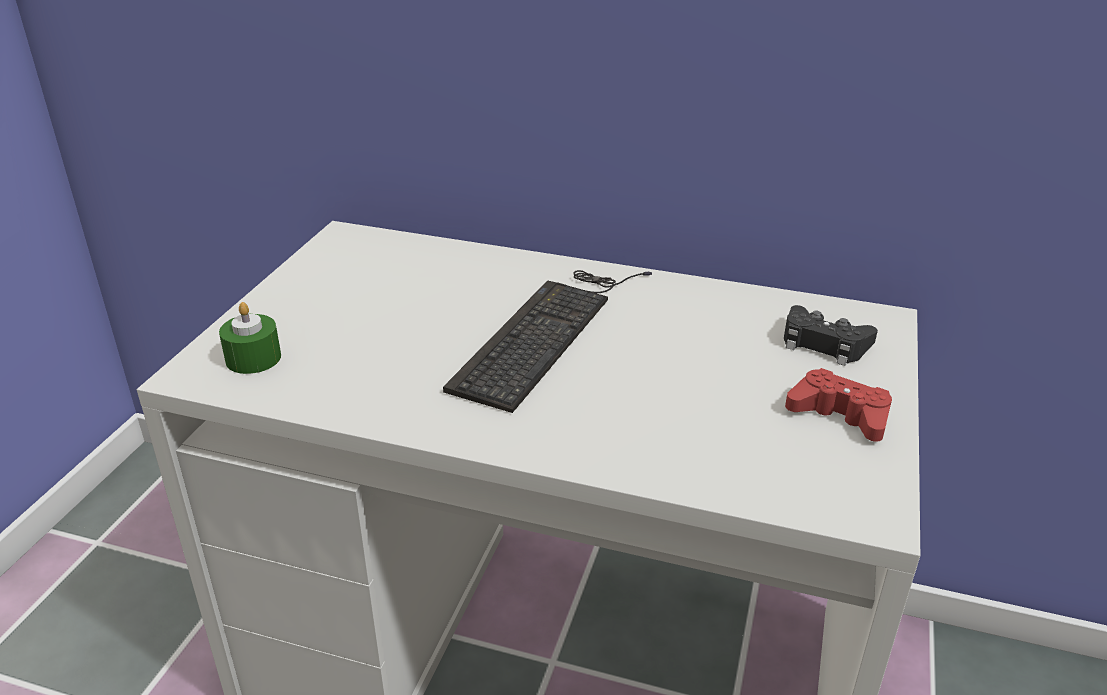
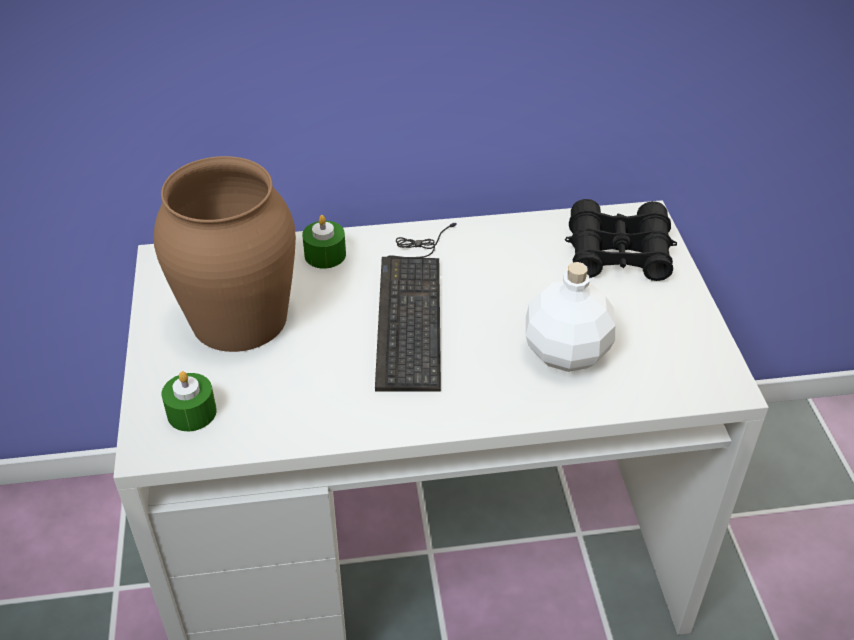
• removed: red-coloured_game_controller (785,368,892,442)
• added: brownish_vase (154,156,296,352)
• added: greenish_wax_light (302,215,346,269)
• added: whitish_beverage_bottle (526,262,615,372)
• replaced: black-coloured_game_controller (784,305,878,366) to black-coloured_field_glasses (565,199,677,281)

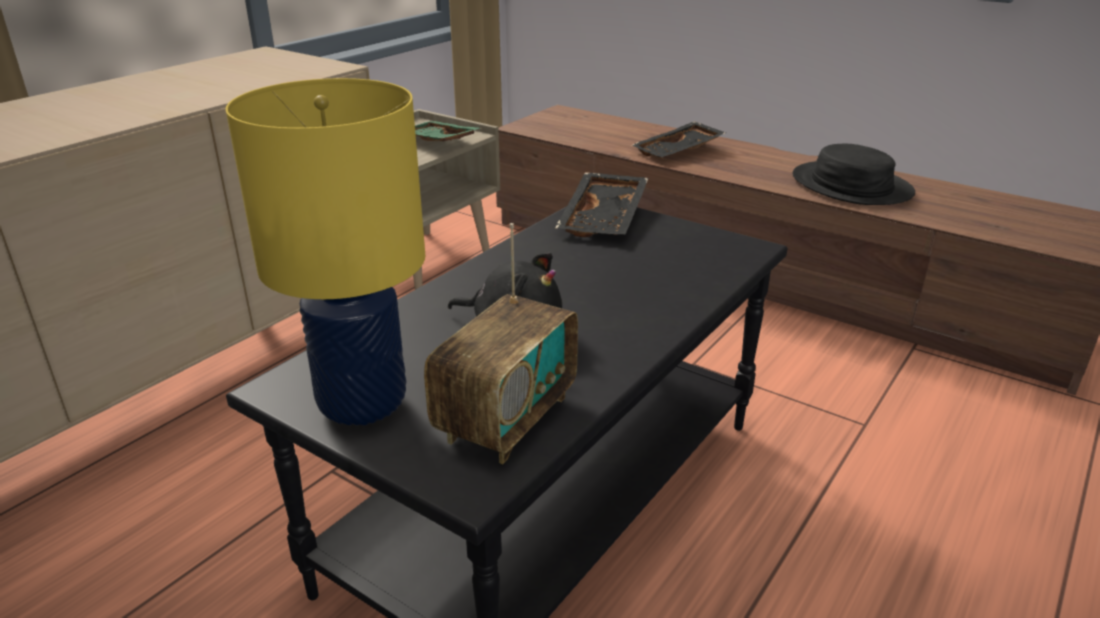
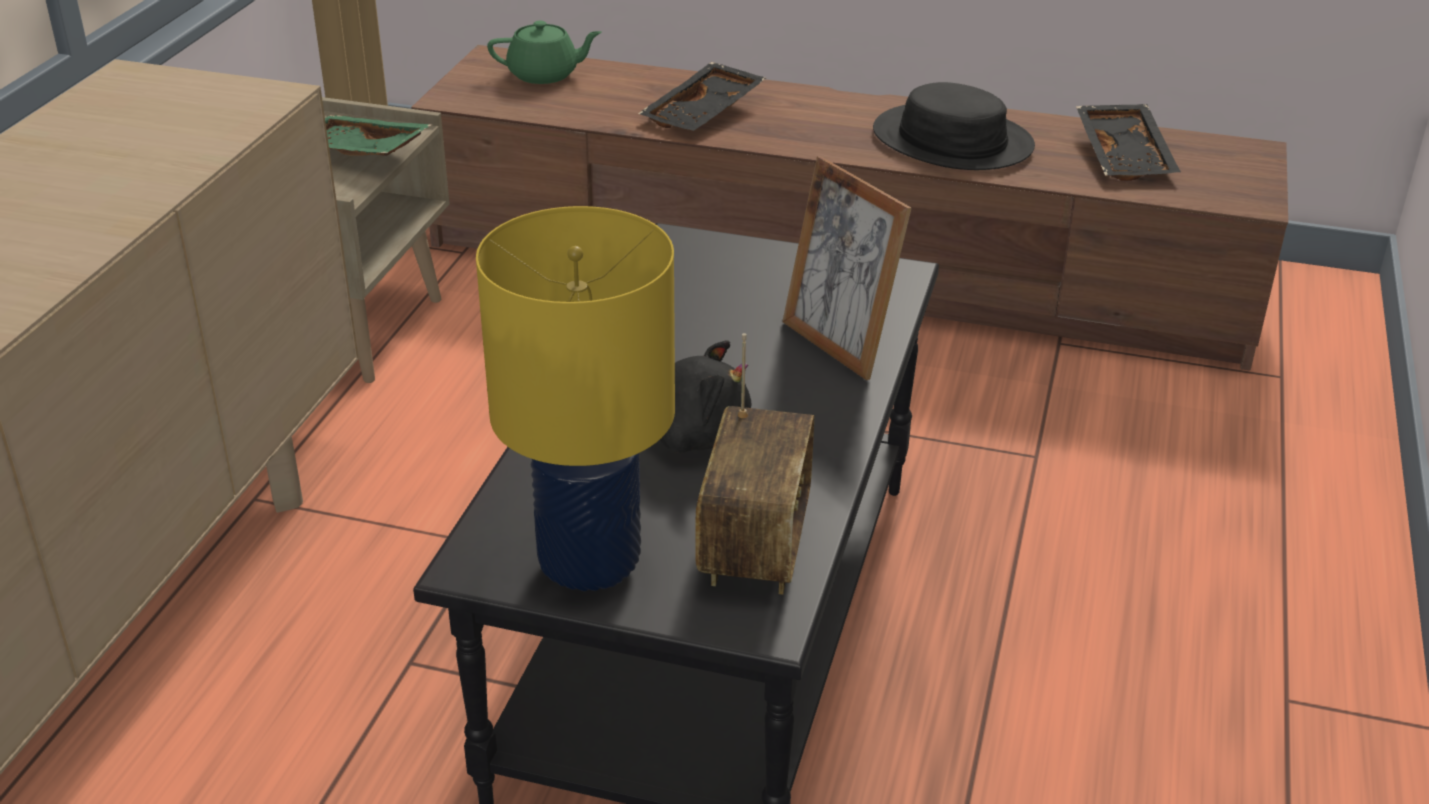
• added: greenish_tea_pot (487,21,601,84)
• added: photo_frame (782,156,912,380)
• moved: black-coloured_tray (555,172,648,237) to (1076,104,1181,181)

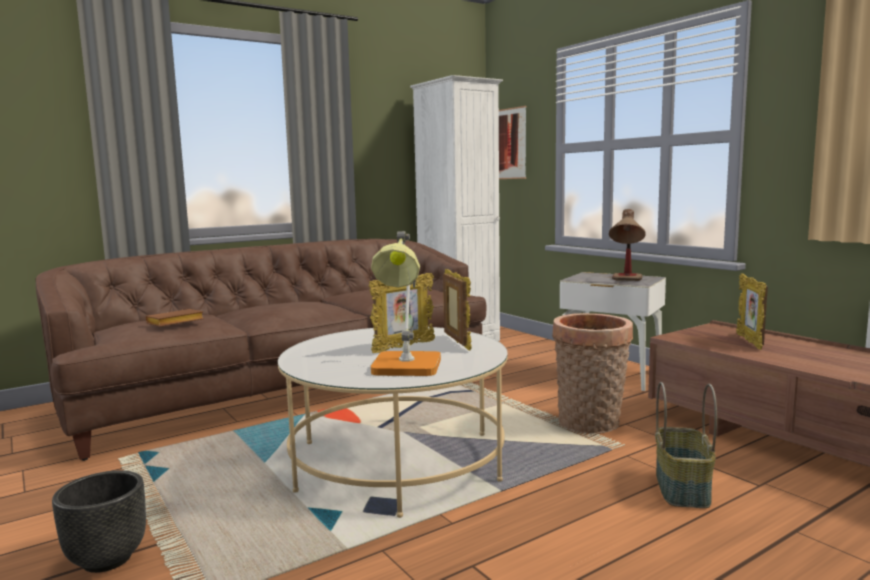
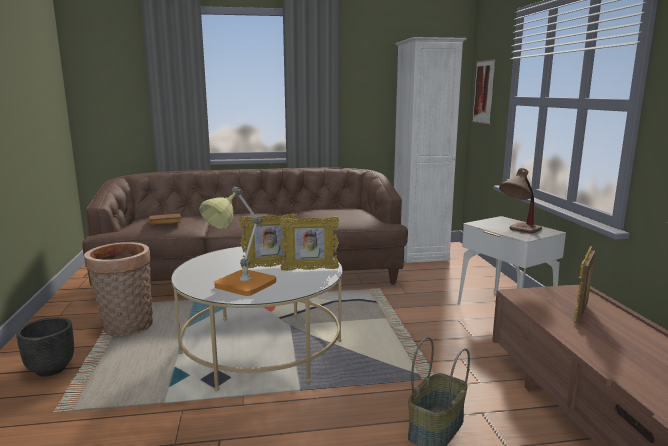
• moved: household_basket (552,313,633,434) to (84,242,153,336)
• turned: photo_frame (443,269,472,351) = (279,216,339,271) 75 degrees clockwise

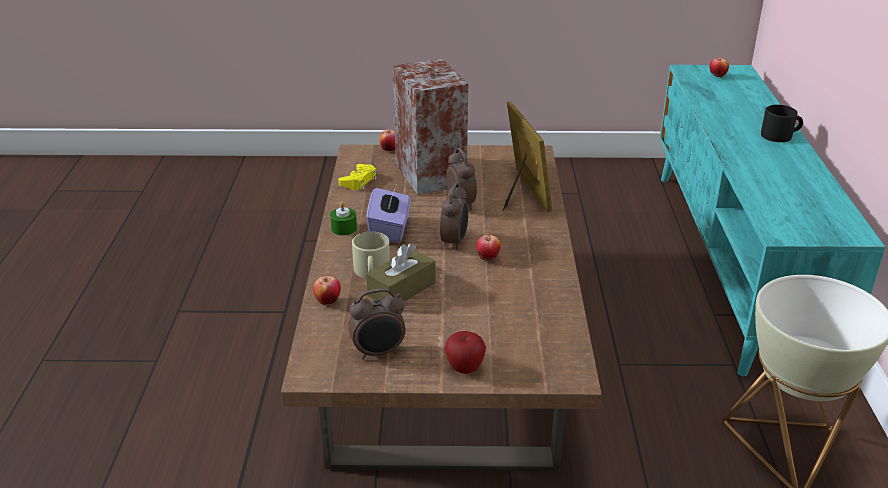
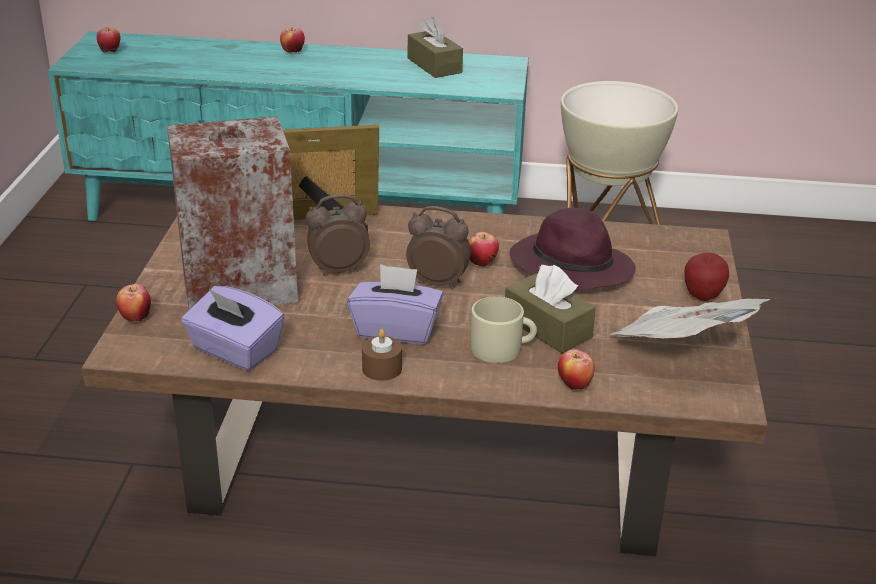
• added: brownish_tissue_holder (408,17,463,78)
• added: purple-coloured_wearable_hat (509,208,636,291)
• replaced: yellow-coloured_game_controller (338,164,377,190) to purple-coloured_tissue_holder (181,286,284,371)
• replaced: alarm_clock (348,288,406,360) to daily_paper (609,299,770,338)
• replaced: black-coloured_coffee_mug (761,105,803,142) to apple (280,28,305,53)
• recoloured: greenish_wax_light (330,202,357,236) to brownish_wax_light (362,329,402,381)

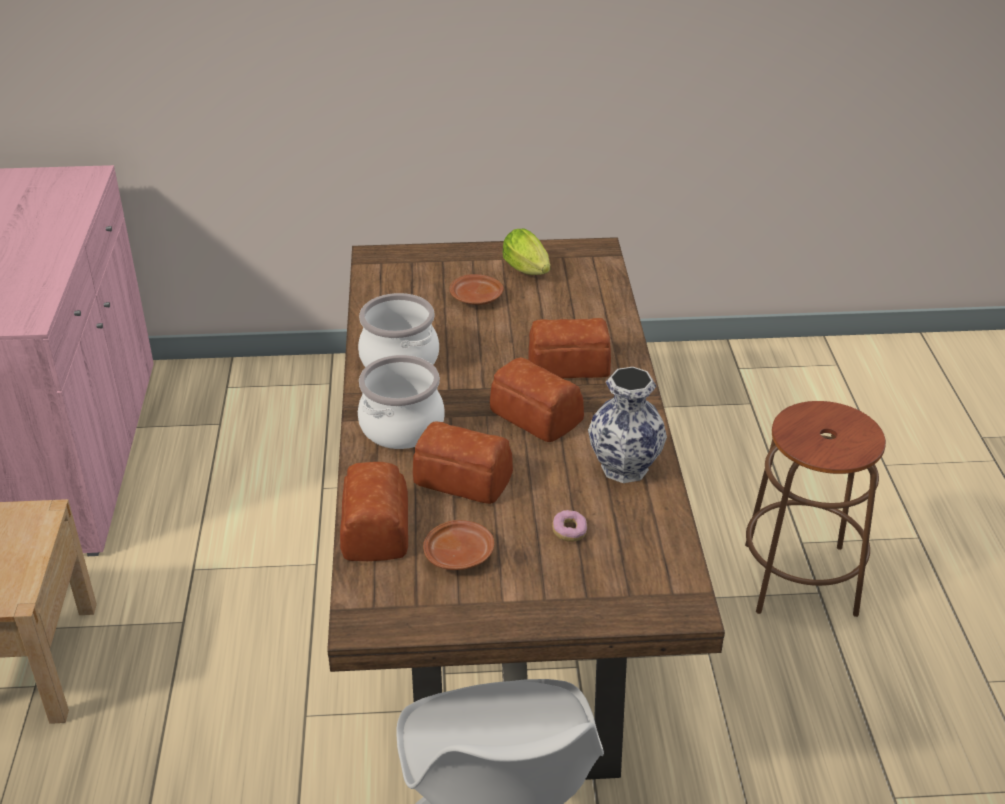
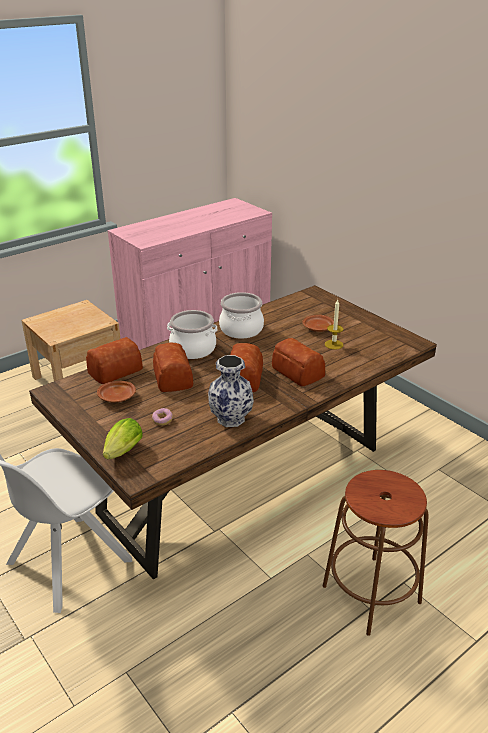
• added: wax_light (325,300,344,350)
• moved: lettuce_head (502,228,550,275) to (103,418,143,459)

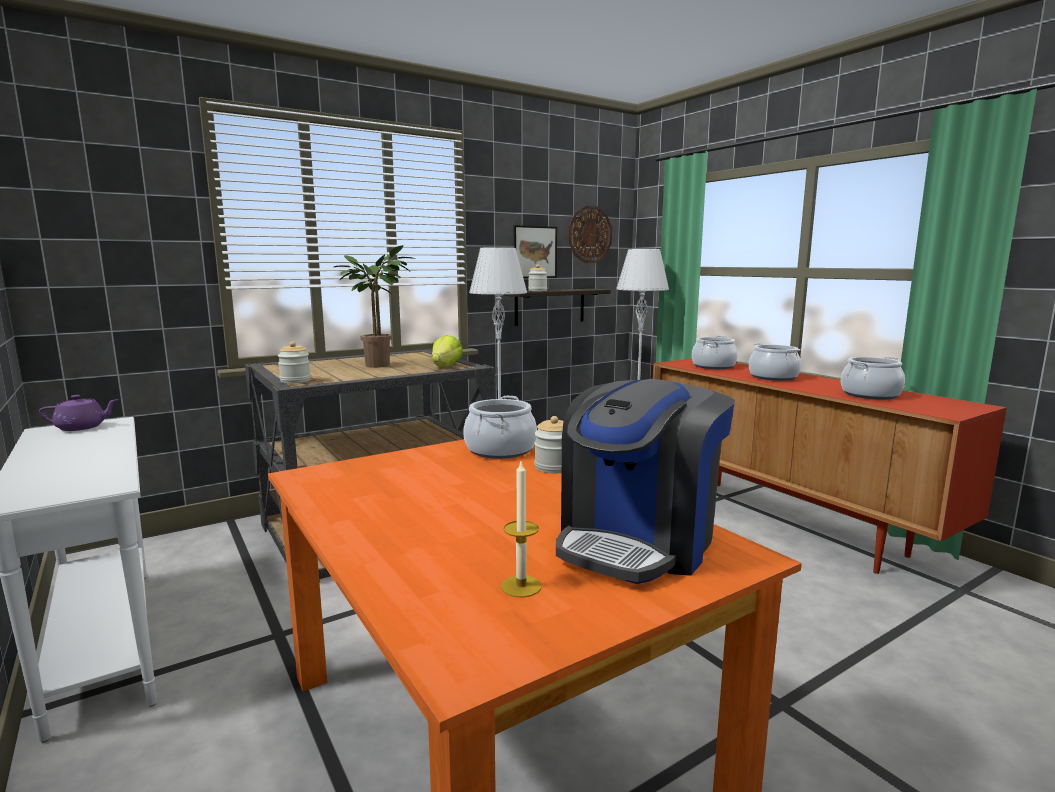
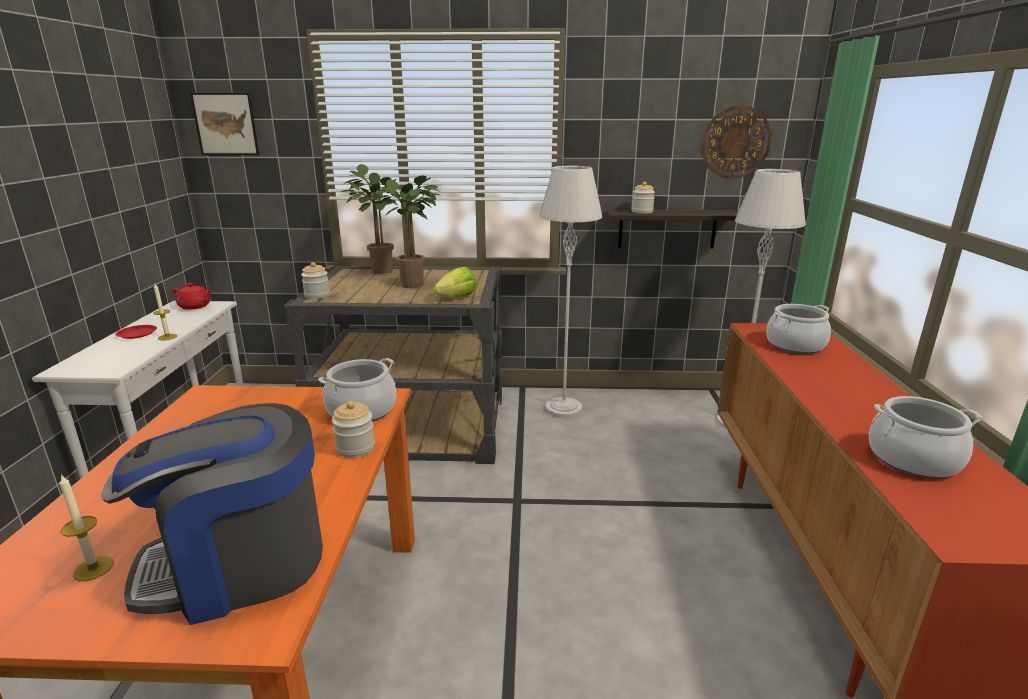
• removed: stockpot (749,343,801,381)
• added: red-coloured_plate (115,325,157,339)
• added: wax_light (153,284,178,340)
• added: houseplant (341,164,401,274)
• moved: picture (514,225,557,278) to (190,93,259,155)
• recoloured: purple-coloured_tea_pot (39,395,119,431) to red-coloured_tea_pot (172,283,213,310)

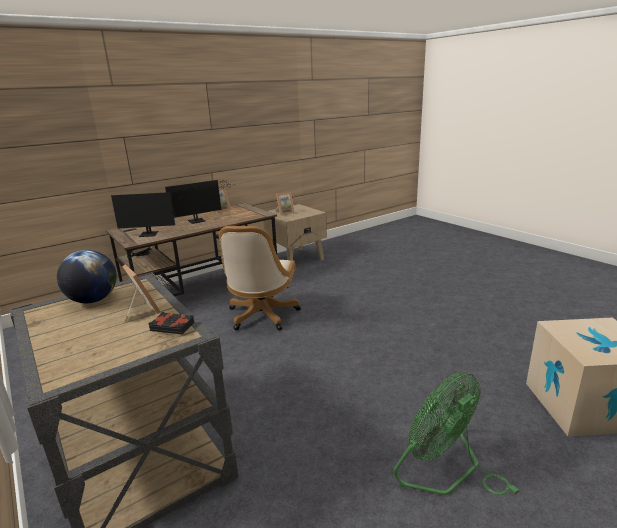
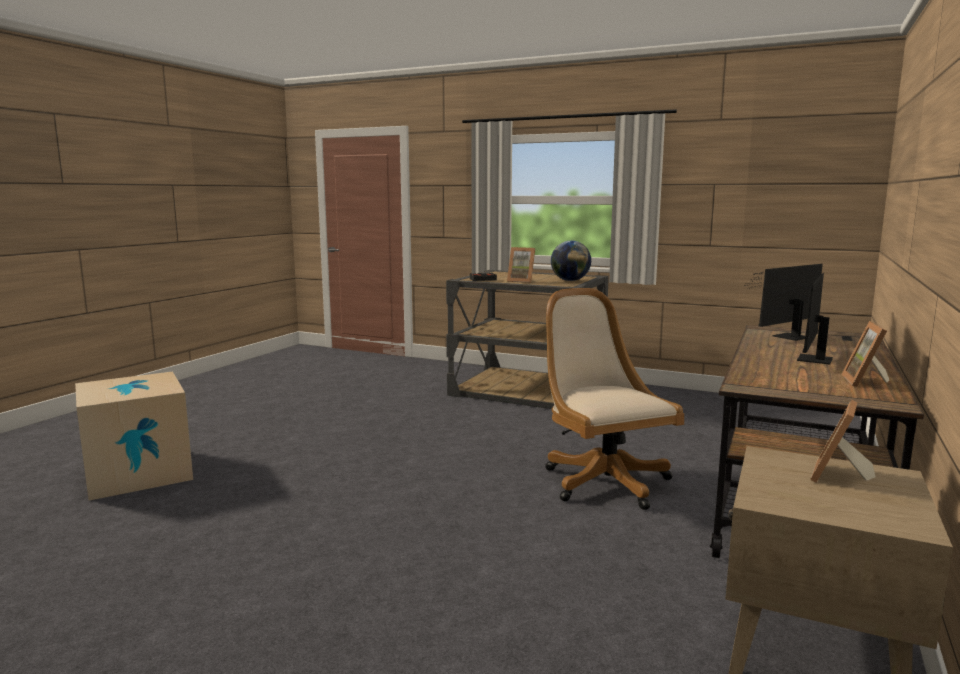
• removed: greenish_fan (394,372,520,495)

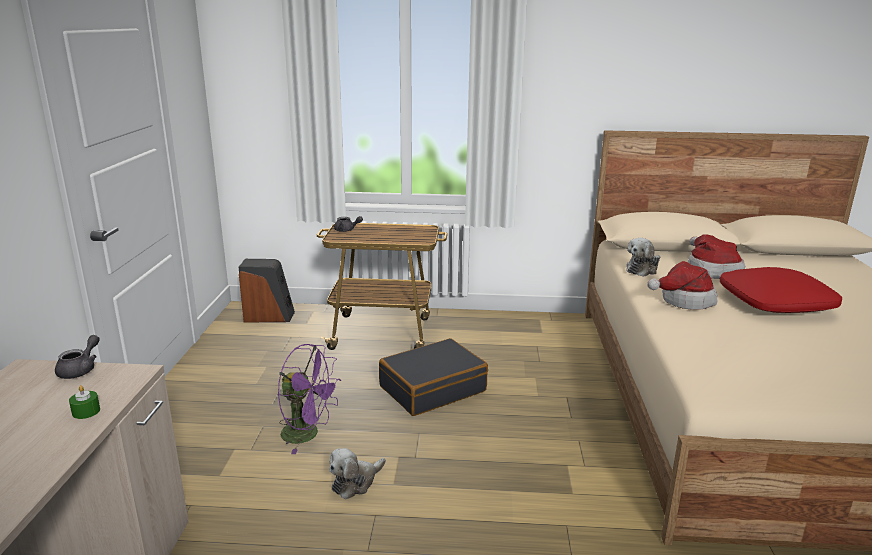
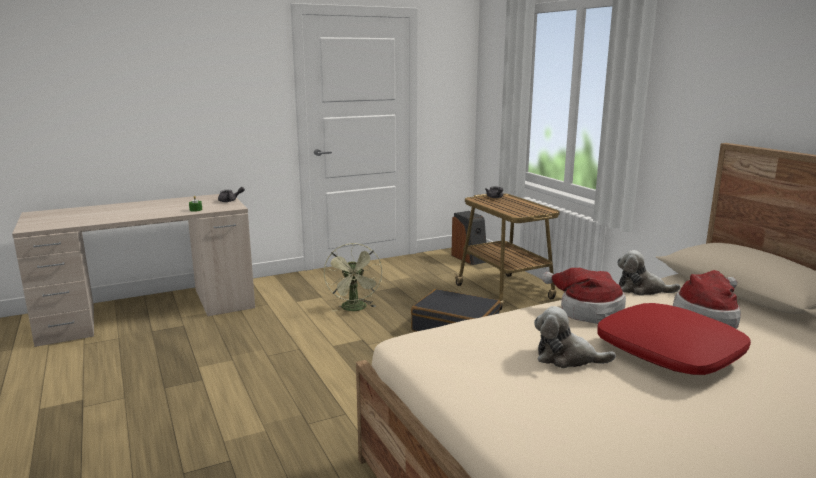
• moved: plush_toy (329,448,386,500) to (534,306,616,368)
• recoloured: purple-coloured_fan (278,344,341,454) to greenish_fan (324,243,382,312)

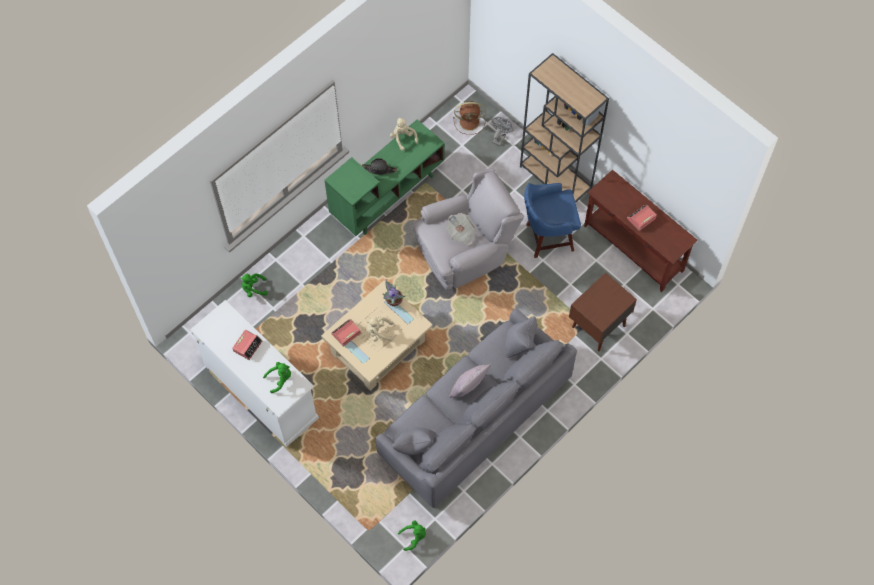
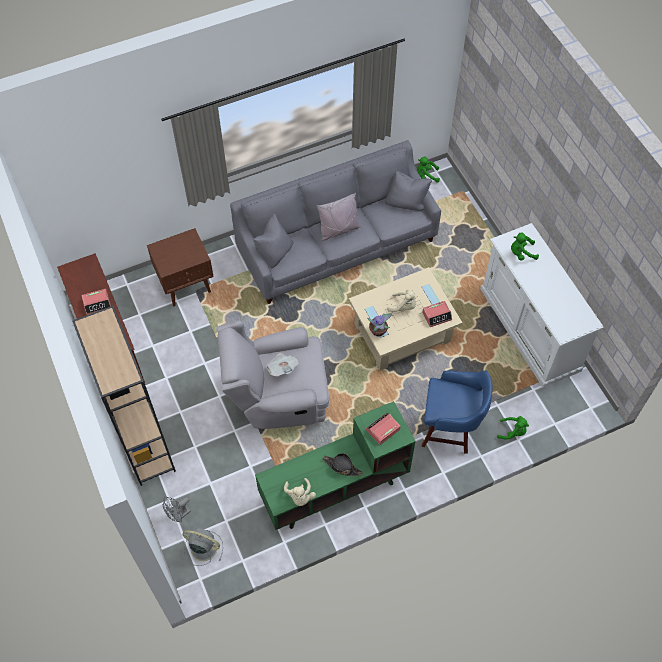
• moved: alarm_clock (232,330,262,360) to (365,413,401,445)
• moved: blue_stool (524,183,581,258) to (422,370,493,454)
• recoloured: brownish_fan (453,101,485,135) to gray_fan (182,528,223,566)

